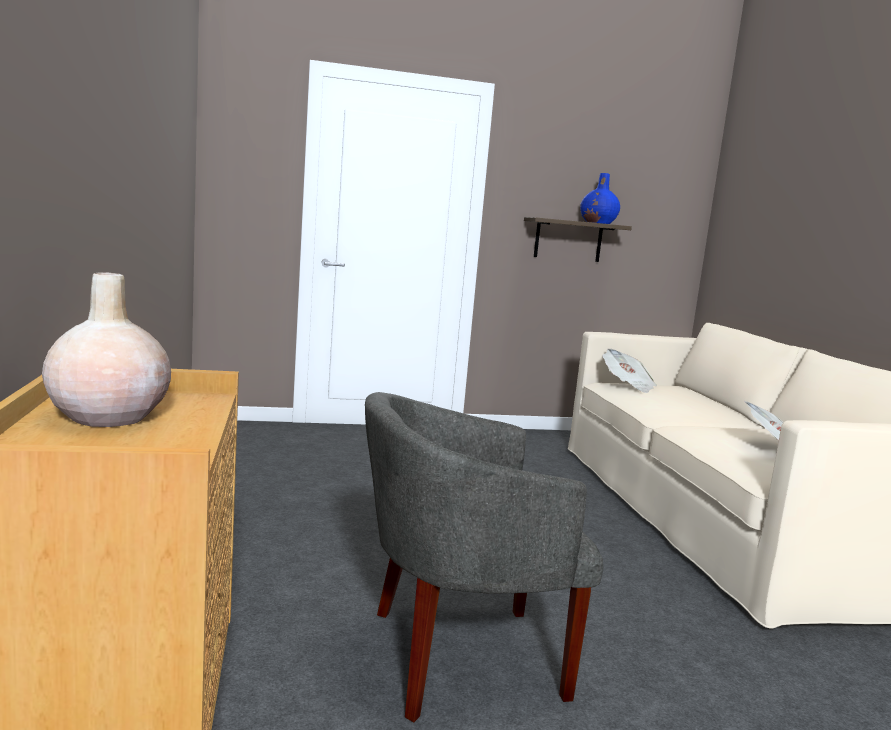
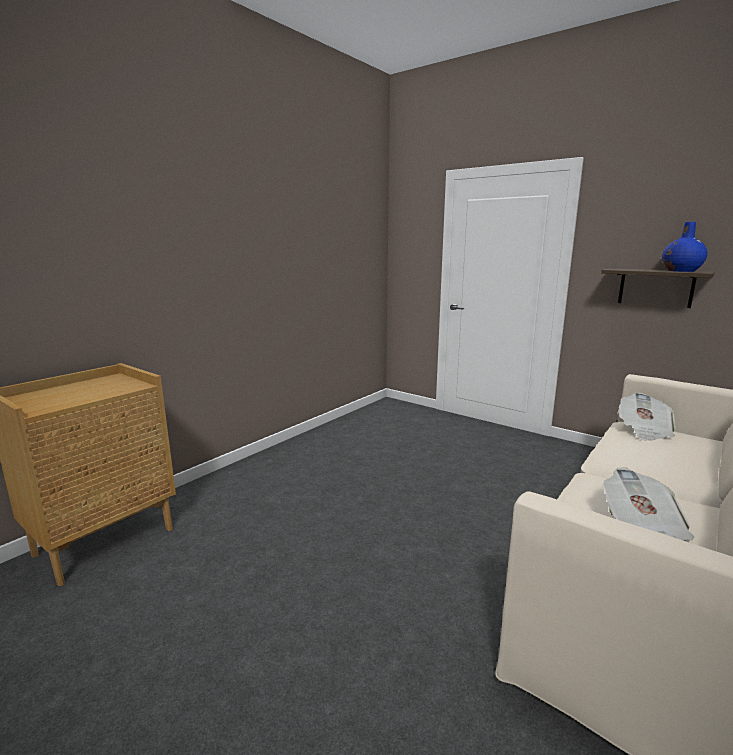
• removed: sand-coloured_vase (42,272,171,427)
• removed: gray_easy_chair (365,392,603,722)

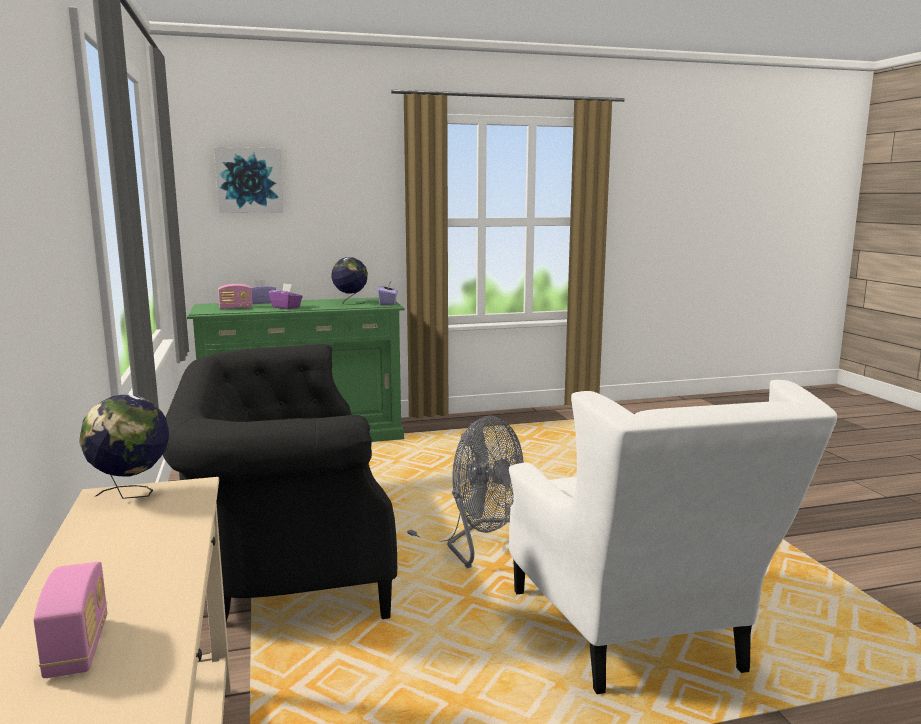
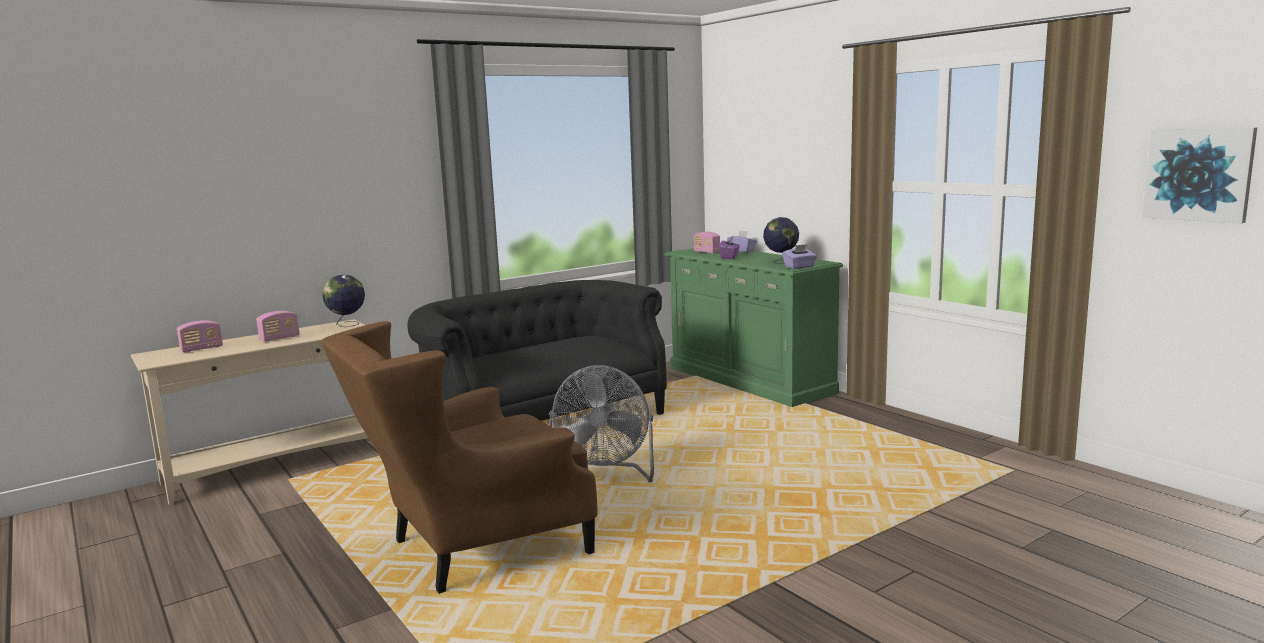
• added: radio_set (256,311,300,342)
• moved: picture (214,147,284,213) to (1142,127,1257,223)
• recoloured: whitish_easy_chair (509,380,837,694) to brownish_easy_chair (321,321,598,594)

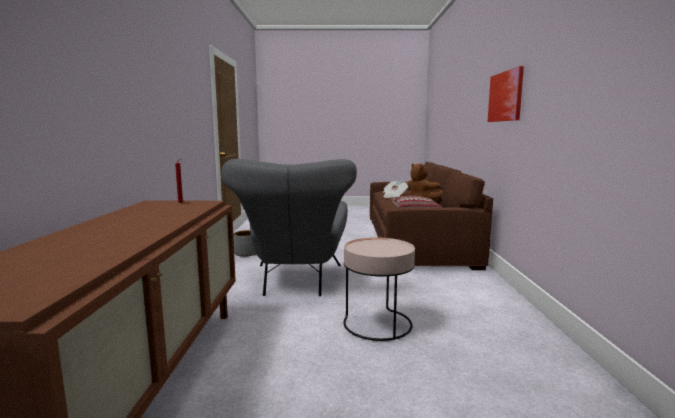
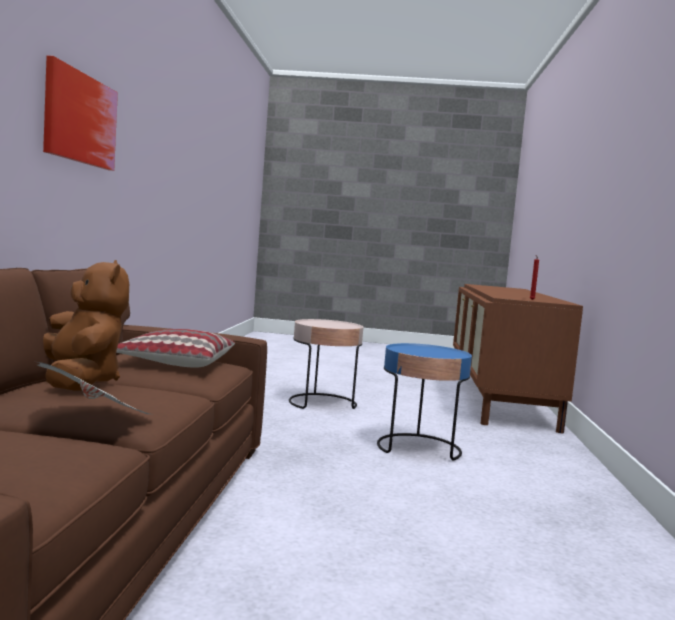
• removed: gray_planter (233,230,256,257)
• replaced: gray_easy_chair (221,159,357,296) to blue_side_table (377,343,472,461)

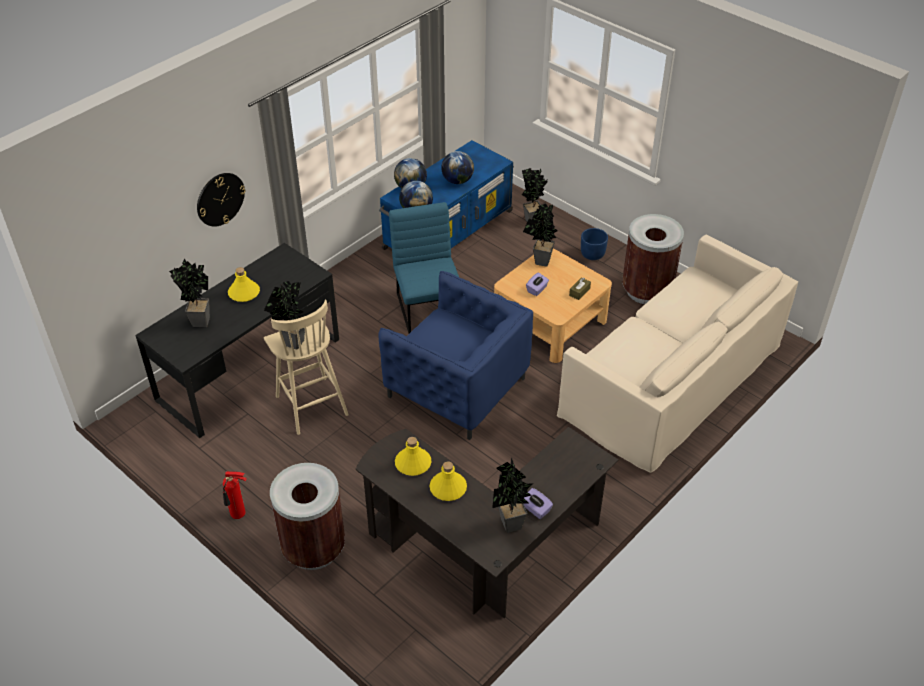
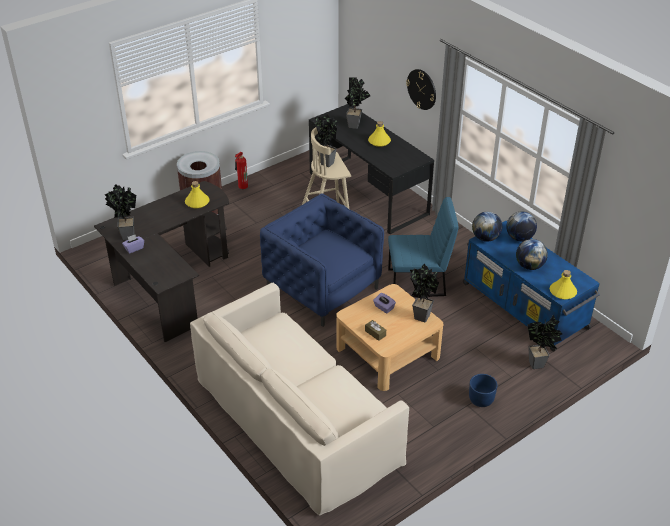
• removed: brownish_trash_can (622,214,684,304)
• moved: yellow-coloured_beverage_bottle (430,461,467,501) to (550,270,577,299)
• turned: blue_easy_chair (379,271,533,440) = (260,193,384,327) 90 degrees clockwise

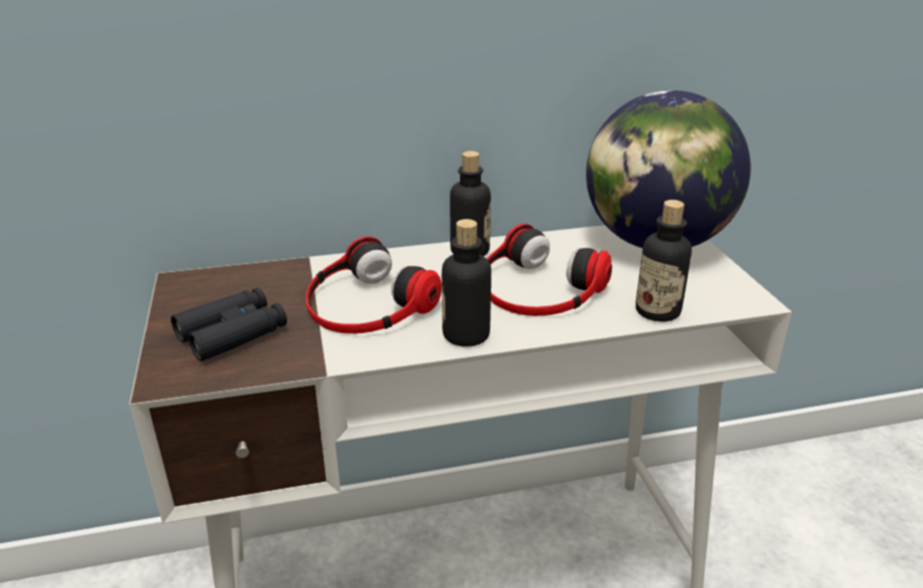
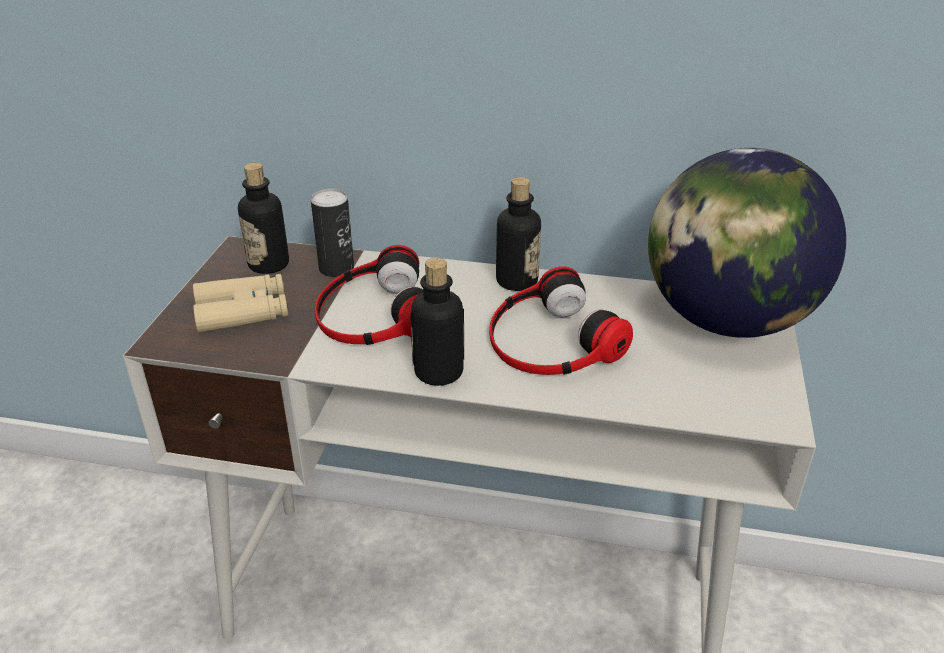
• added: can (311,188,354,277)
• moved: beverage_bottle (636,200,692,322) to (238,163,289,274)
• recoloured: black-coloured_field_glasses (171,288,287,361) to sand-coloured_field_glasses (193,274,288,333)

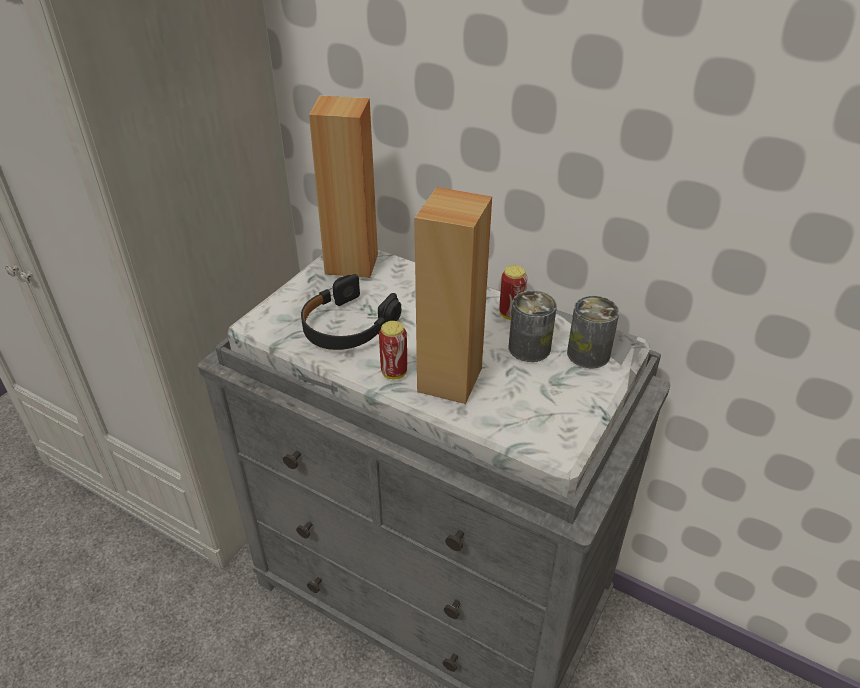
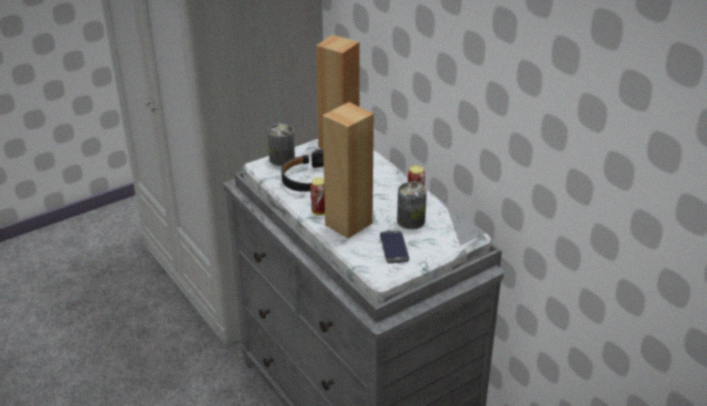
• added: telephone (380,230,409,263)
• moved: can (567,296,619,368) to (267,123,295,166)

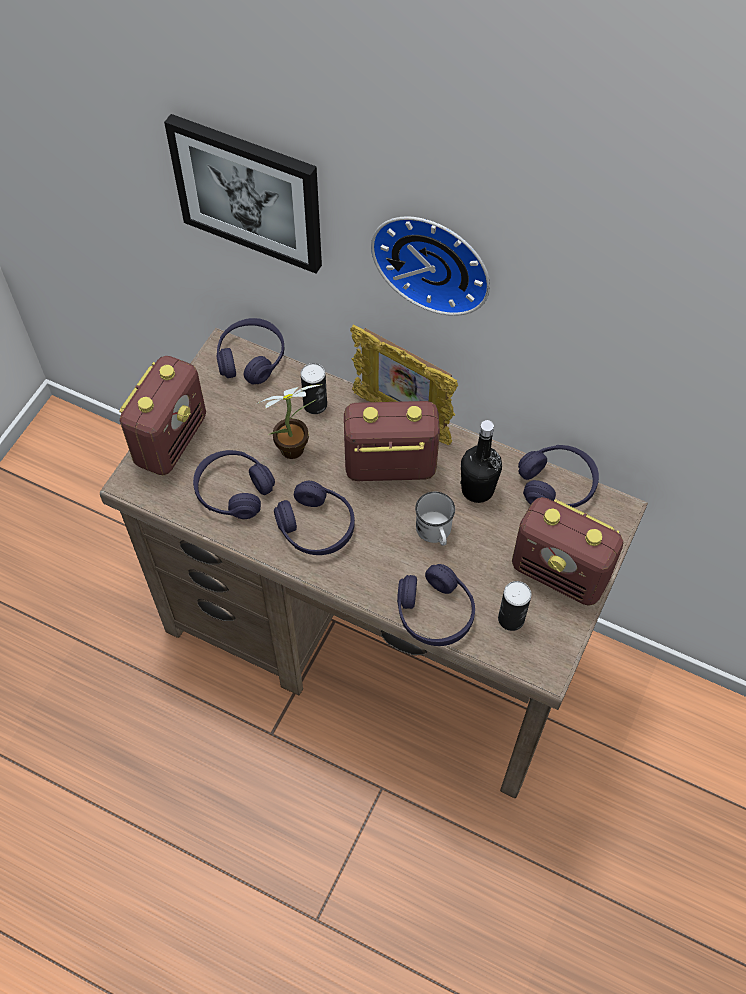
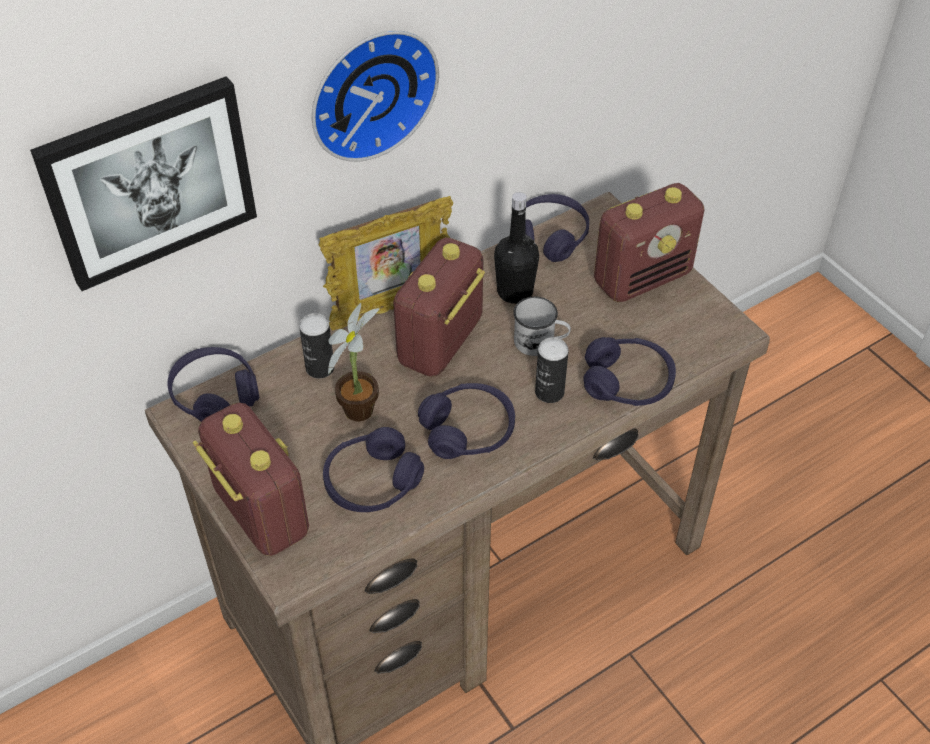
• moved: can (498,581,532,631) to (535,337,569,403)

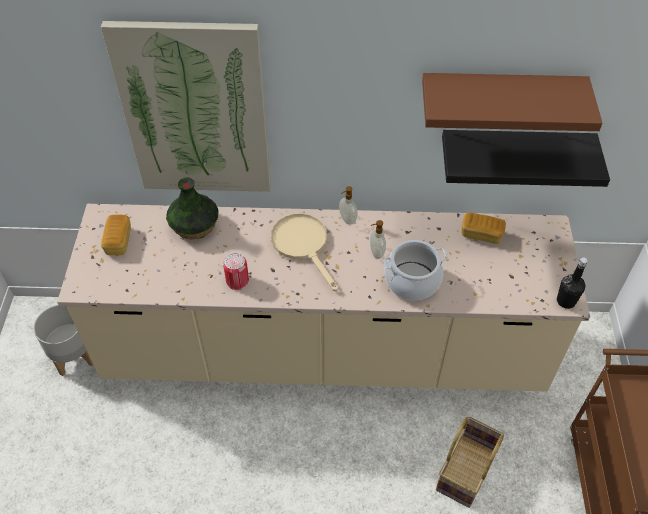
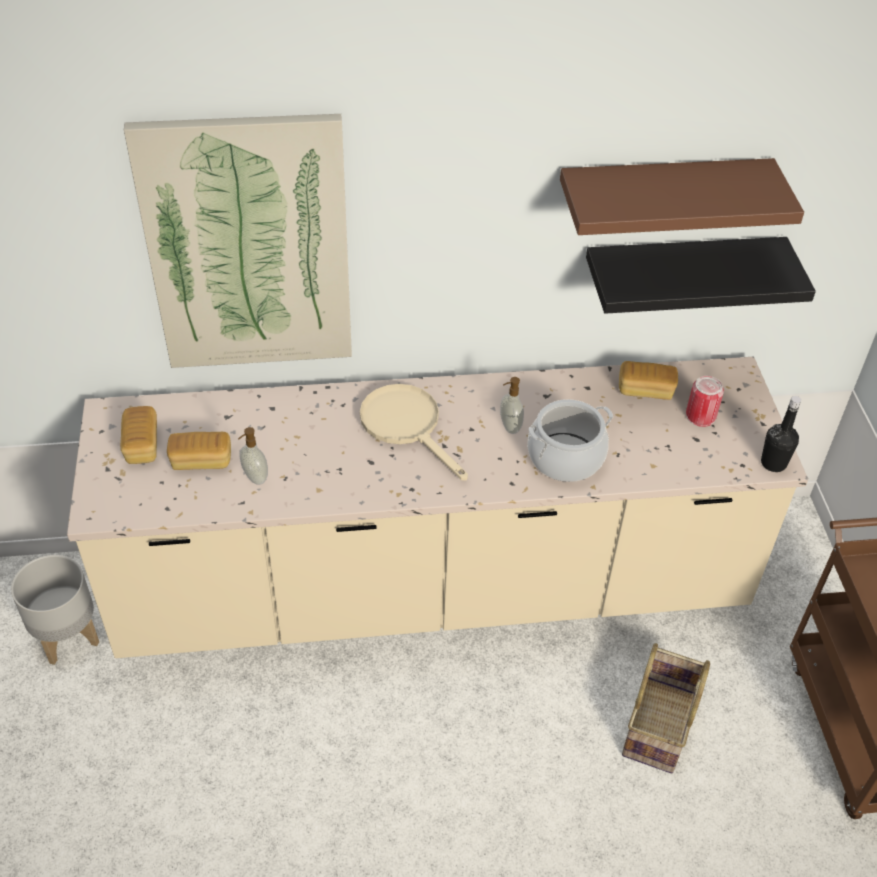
• removed: vase (166,177,219,239)
• added: baked_bread (167,432,231,470)
• moved: can (223,253,249,290) to (686,376,724,427)
• moved: soap_dispenser (339,186,357,225) to (238,427,268,485)

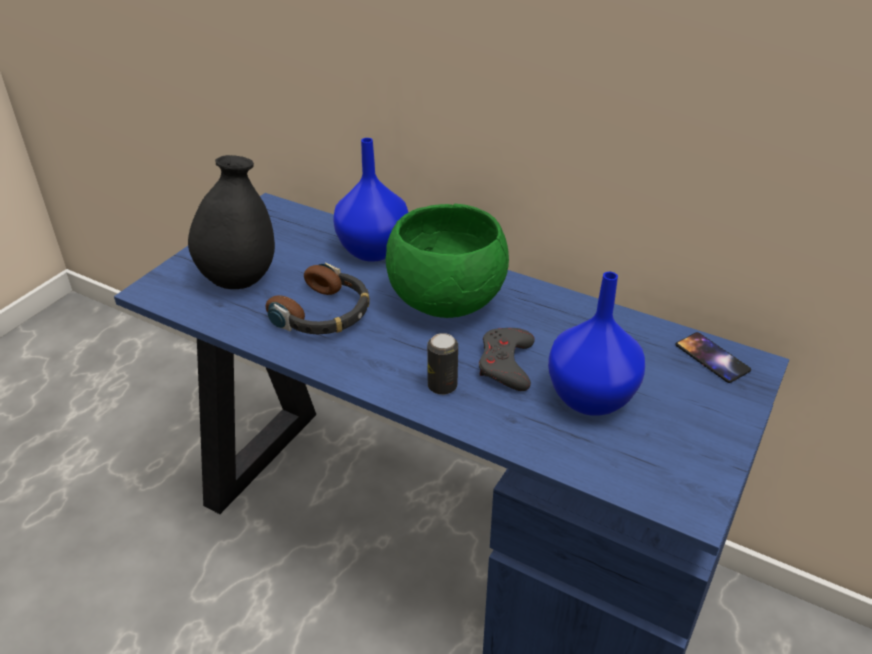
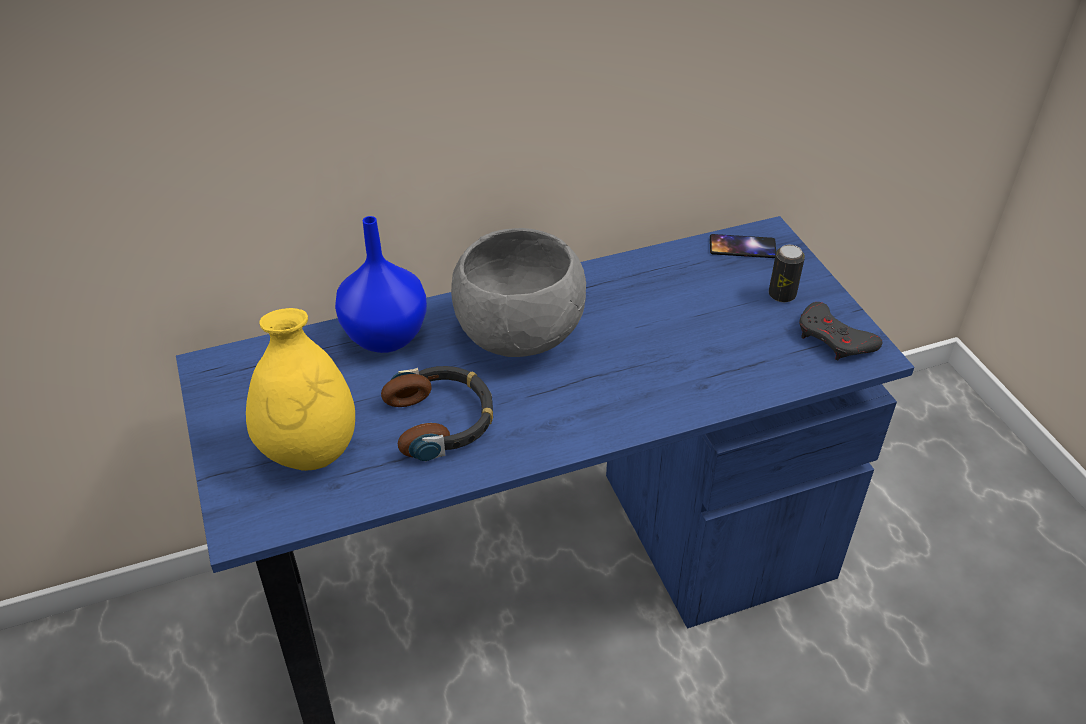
• removed: blue_vase (548,272,645,416)
• moved: can (427,333,458,395) to (769,245,805,302)
• moved: gray_game_controller (479,328,535,391) to (799,302,882,360)
• recoloured: black-coloured_vase (188,155,275,289) to yellow-coloured_vase (246,308,355,471)
• recoloured: greenish_serving_bowl (386,204,509,318) to gray_serving_bowl (451,228,586,357)

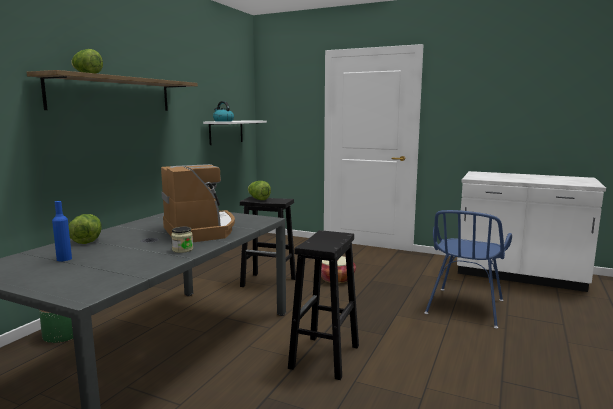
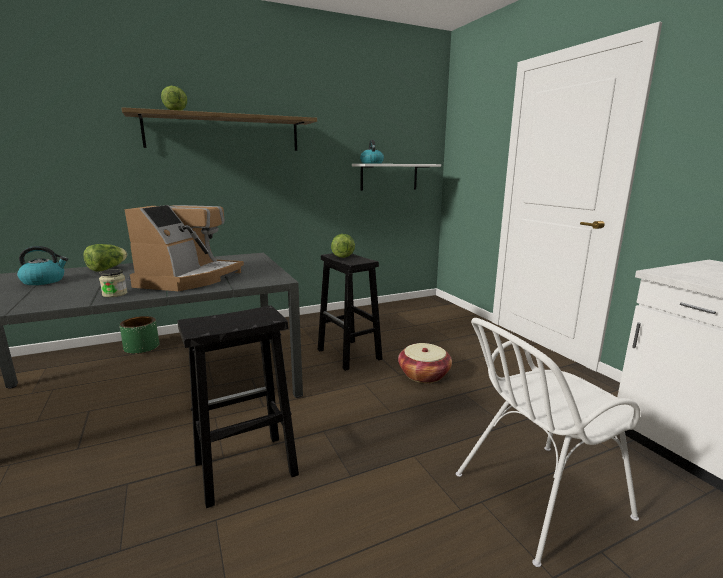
• replaced: blue_beverage_bottle (52,201,72,261) to tea_kettle (17,246,68,285)
• recoloured: blue_chair (424,210,512,329) to whitish_chair (456,318,640,567)

